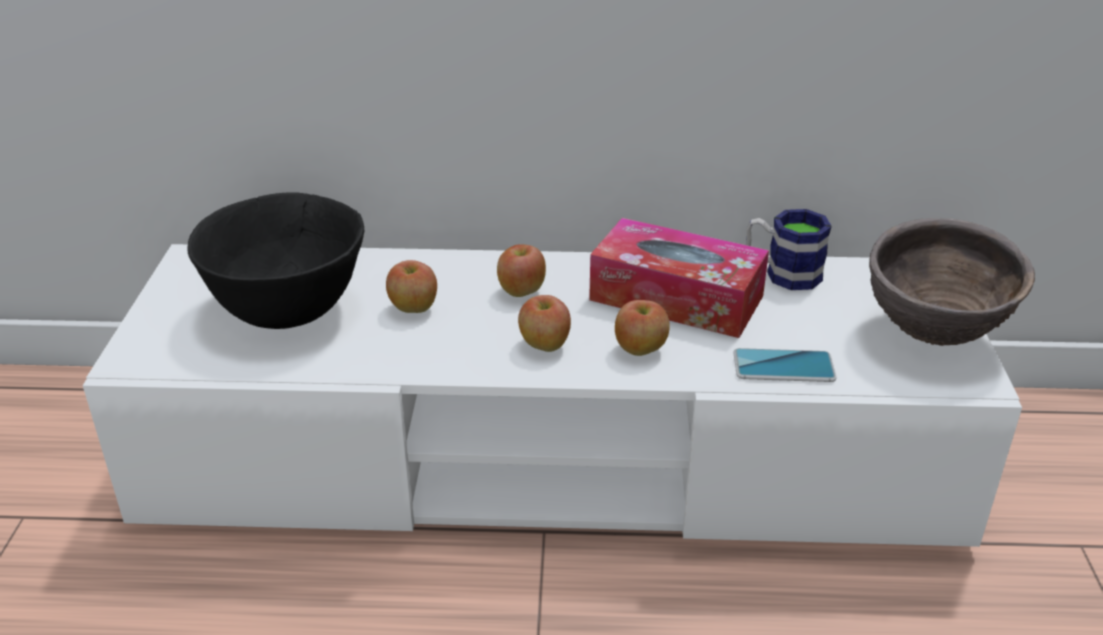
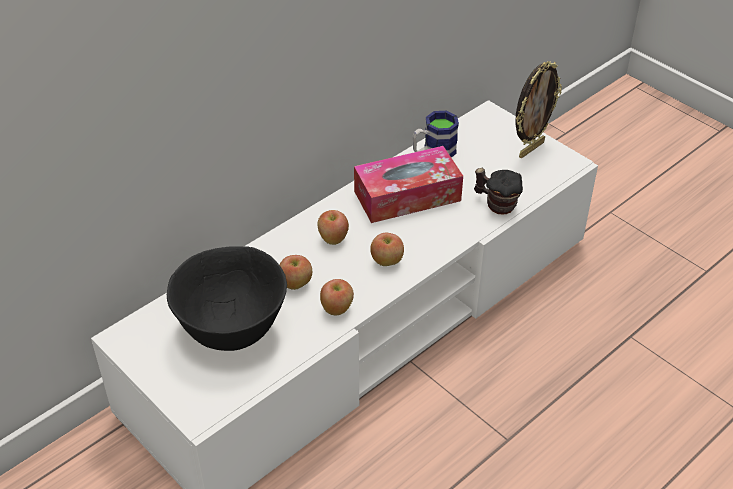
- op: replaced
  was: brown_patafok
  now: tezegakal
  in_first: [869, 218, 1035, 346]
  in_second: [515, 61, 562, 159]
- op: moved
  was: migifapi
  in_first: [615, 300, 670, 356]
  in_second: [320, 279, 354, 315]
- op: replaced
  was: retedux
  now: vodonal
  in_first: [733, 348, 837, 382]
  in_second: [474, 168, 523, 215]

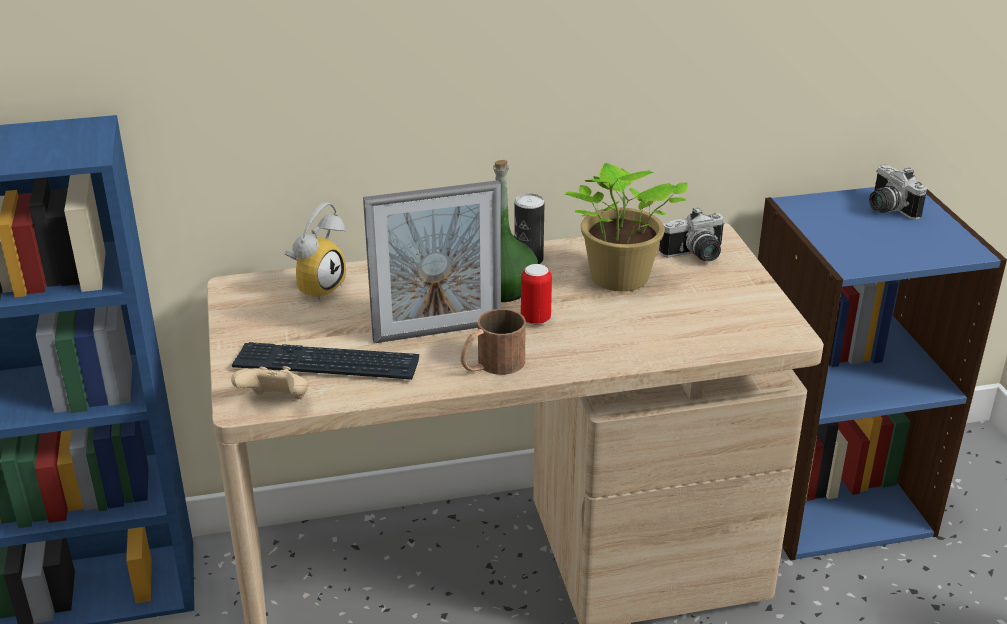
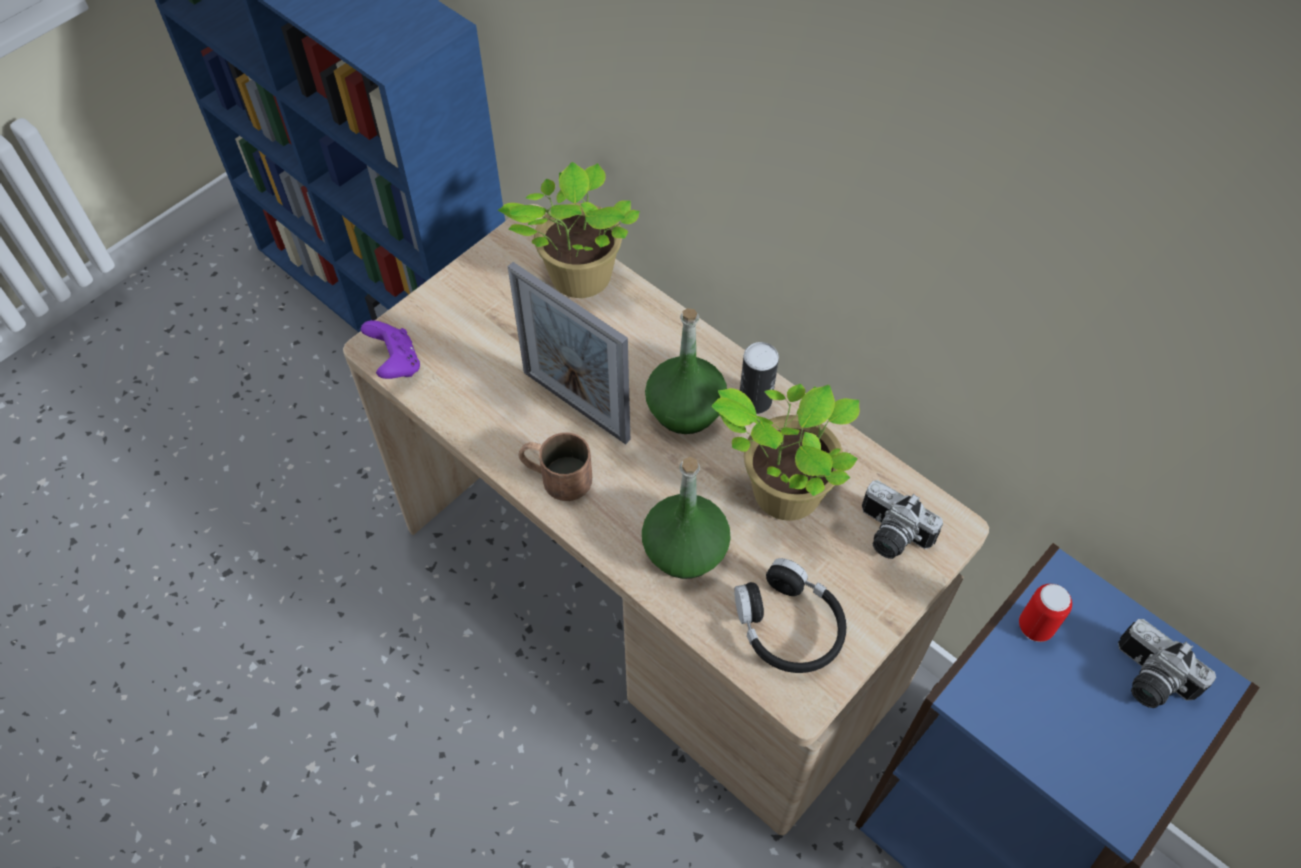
- op: turned
  was: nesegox
  in_first: [869, 164, 927, 220]
  in_second: [1118, 619, 1216, 708]
  clockwise: -75
- op: replaced
  was: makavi
  now: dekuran
  in_first: [285, 202, 346, 302]
  in_second: [498, 162, 640, 298]
- op: moved
  was: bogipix
  in_first: [521, 264, 552, 325]
  in_second: [1019, 584, 1072, 642]
- op: removed
  was: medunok
  in_first: [232, 342, 419, 380]
- op: recoloured
  was: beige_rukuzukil
  now: purple_rukuzukil
  in_first: [231, 366, 308, 400]
  in_second: [361, 320, 420, 379]
- op: added
  now: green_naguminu
  in_second: [642, 456, 731, 579]
- op: added
  now: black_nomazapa
  in_second: [734, 558, 846, 673]

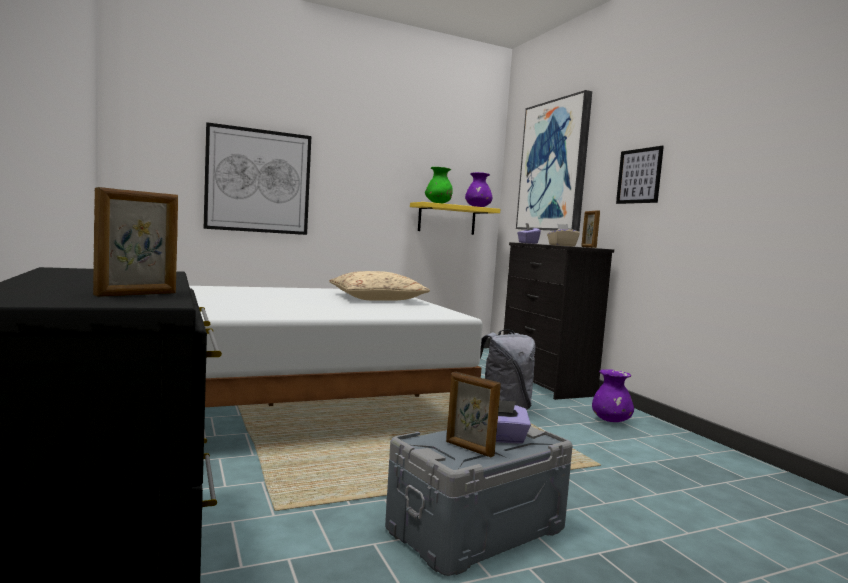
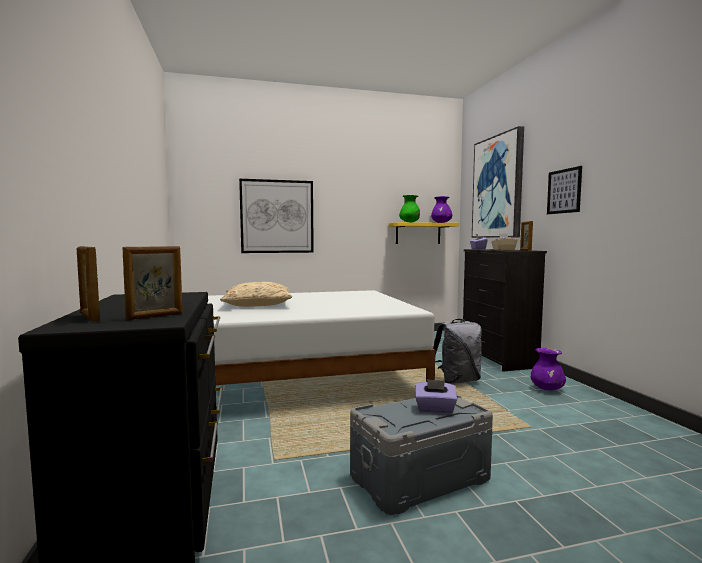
- op: moved
  was: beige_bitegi
  in_first: [329, 271, 430, 301]
  in_second: [220, 282, 292, 307]
- op: moved
  was: tezegakal
  in_first: [446, 372, 501, 457]
  in_second: [77, 246, 100, 322]

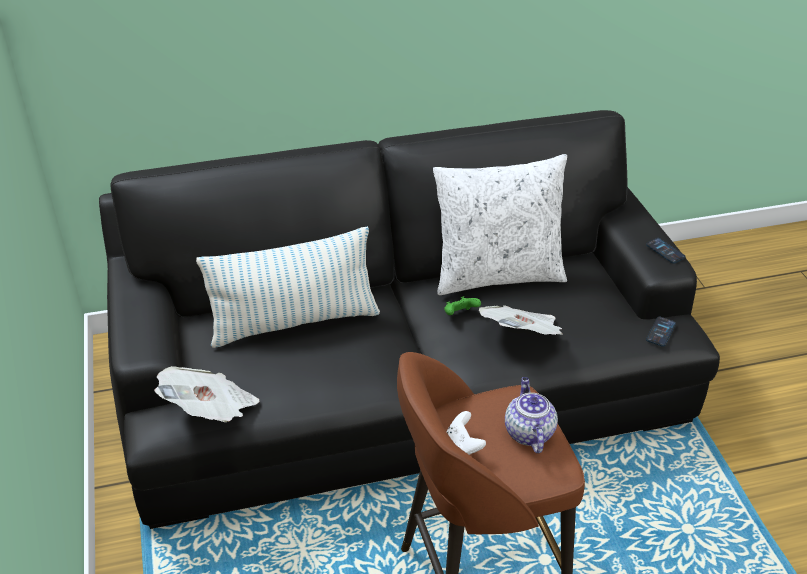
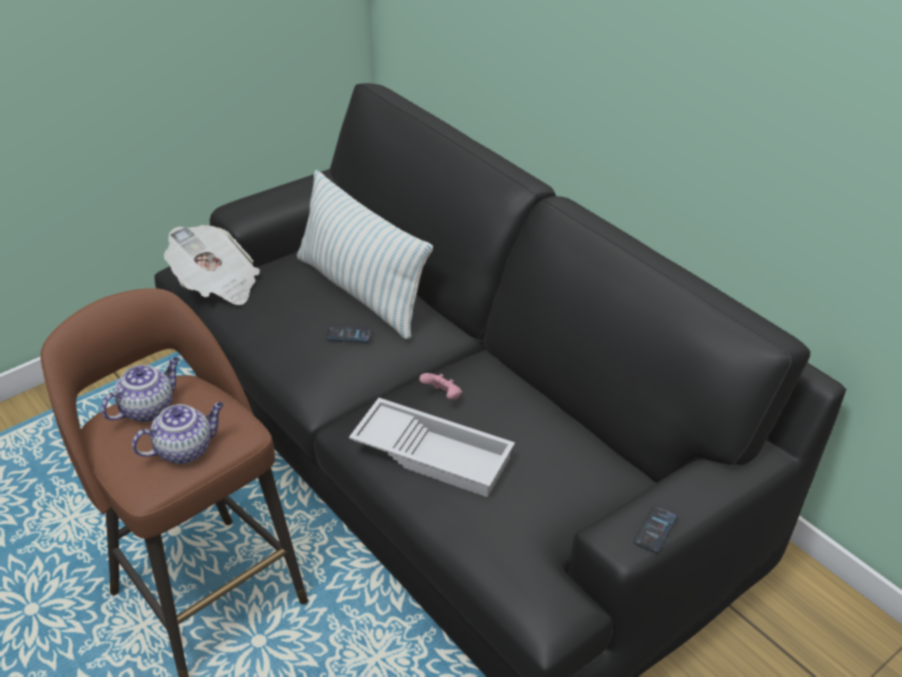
- op: removed
  was: white_bitegi
  in_first: [433, 154, 567, 295]
- op: recoloured
  was: green_rukuzukil
  now: pink_rukuzukil
  in_first: [444, 296, 481, 315]
  in_second: [419, 373, 462, 400]
- op: replaced
  was: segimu
  now: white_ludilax
  in_first: [479, 305, 563, 335]
  in_second: [349, 398, 515, 497]
- op: moved
  was: retedux
  in_first: [646, 316, 676, 347]
  in_second: [326, 326, 372, 343]
- op: replaced
  was: white_rukuzukil
  now: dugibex
  in_first: [446, 411, 486, 455]
  in_second: [101, 357, 180, 422]

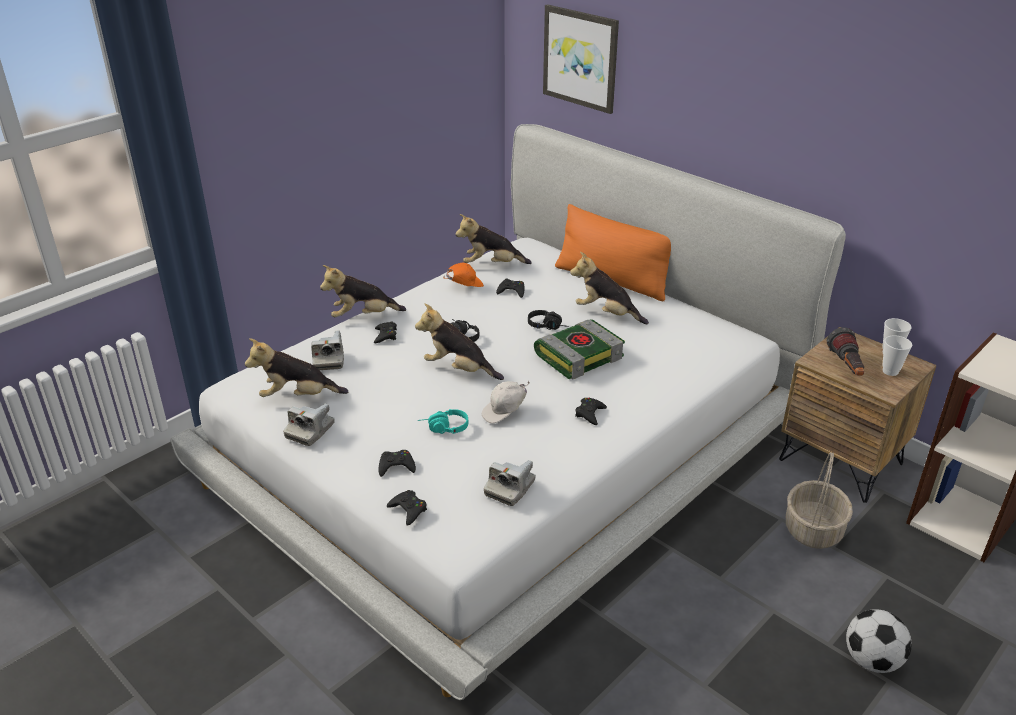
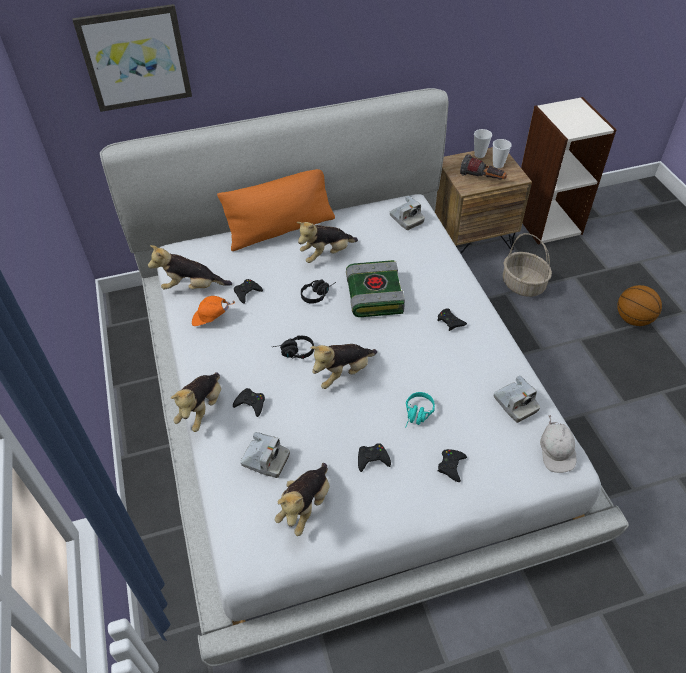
- op: turned
  was: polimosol
  in_first: [456, 214, 532, 264]
  in_second: [148, 245, 232, 290]
  clockwise: 60
- op: turned
  was: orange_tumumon
  in_first: [444, 263, 484, 287]
  in_second: [192, 296, 235, 326]
  clockwise: -90
- op: moved
  was: white_tumumon
  in_first: [482, 380, 530, 423]
  in_second: [540, 415, 576, 473]
- op: moved
  was: nesegox
  in_first: [283, 404, 335, 446]
  in_second: [390, 195, 425, 230]
- op: moved
  was: black_rukuzukil
  in_first: [387, 490, 427, 526]
  in_second: [358, 443, 391, 472]
- op: replaced
  was: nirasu
  now: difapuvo
  in_first: [846, 609, 912, 673]
  in_second: [617, 285, 662, 326]

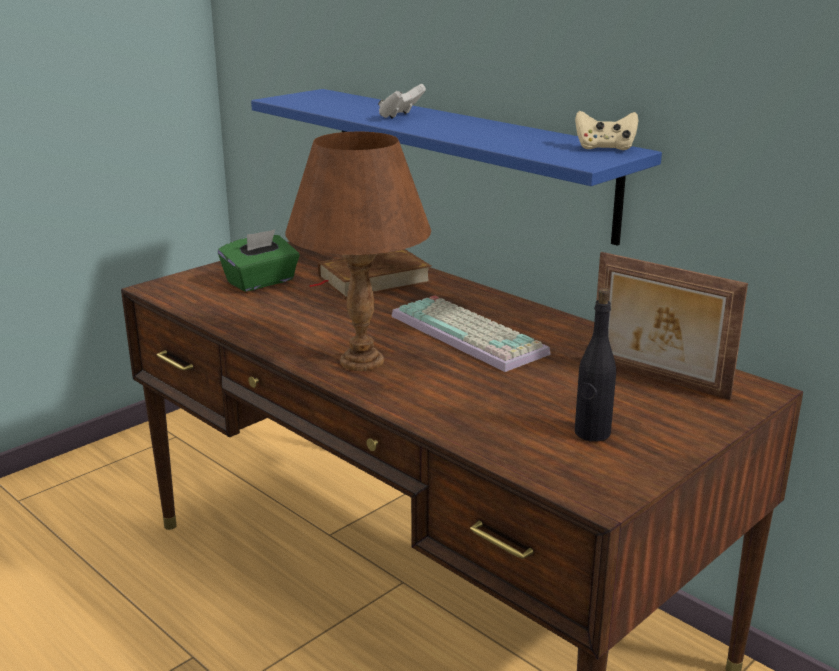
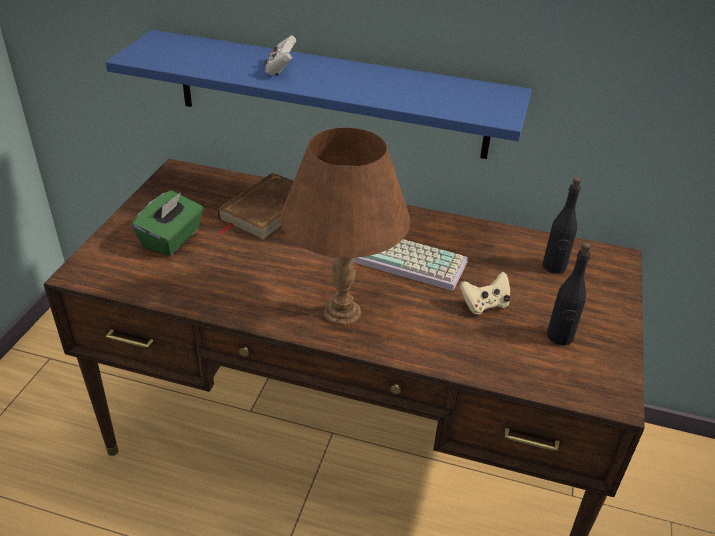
- op: moved
  was: beige_rukuzukil
  in_first: [575, 111, 639, 150]
  in_second: [460, 272, 510, 314]
- op: replaced
  was: tezegakal
  now: black_naguminu
  in_first: [596, 252, 748, 400]
  in_second: [542, 177, 581, 274]

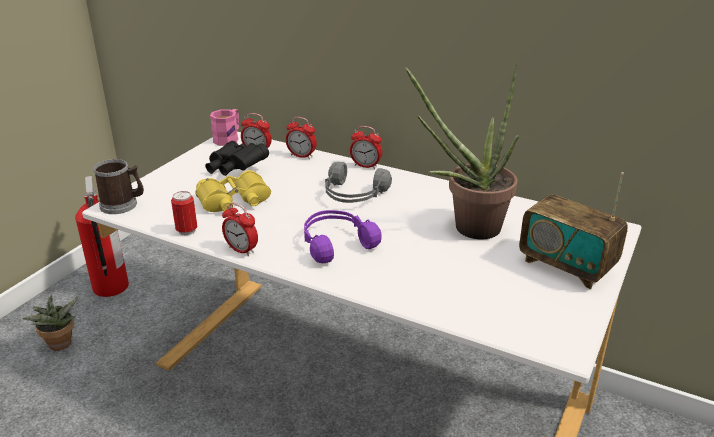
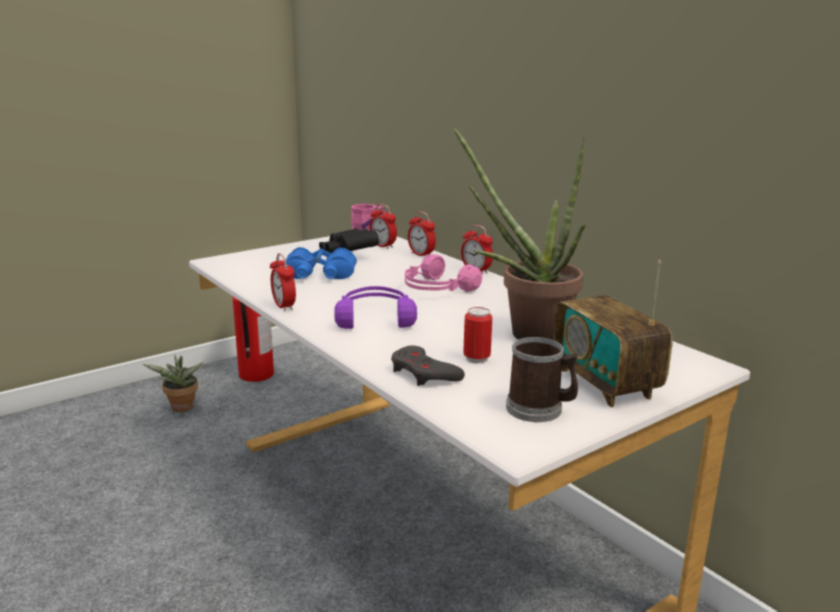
- op: moved
  was: vodonal
  in_first: [93, 159, 144, 214]
  in_second: [506, 337, 578, 422]
- op: recoloured
  was: grey_nomazapa
  now: pink_nomazapa
  in_first: [325, 162, 392, 203]
  in_second: [405, 254, 482, 293]
- op: recoloured
  was: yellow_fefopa
  now: blue_fefopa
  in_first: [195, 170, 271, 212]
  in_second: [286, 247, 357, 279]
- op: moved
  was: bogipix
  in_first: [171, 191, 197, 235]
  in_second: [463, 307, 492, 363]
- op: added
  now: grey_rukuzukil
  in_second: [391, 345, 465, 386]

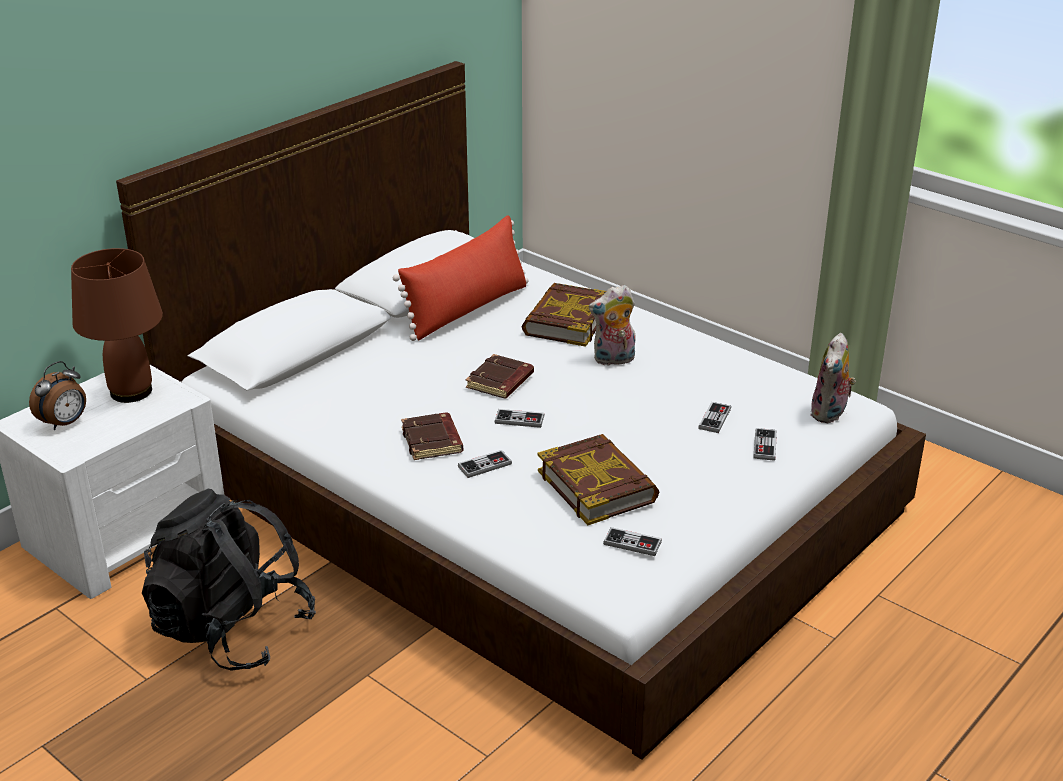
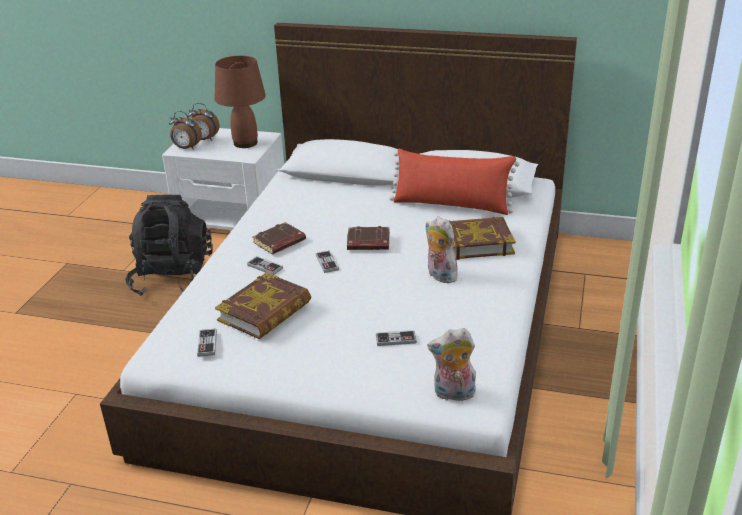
- op: removed
  was: rukuzukil
  in_first: [753, 428, 777, 461]
- op: added
  now: makavi
  in_second: [169, 111, 202, 150]

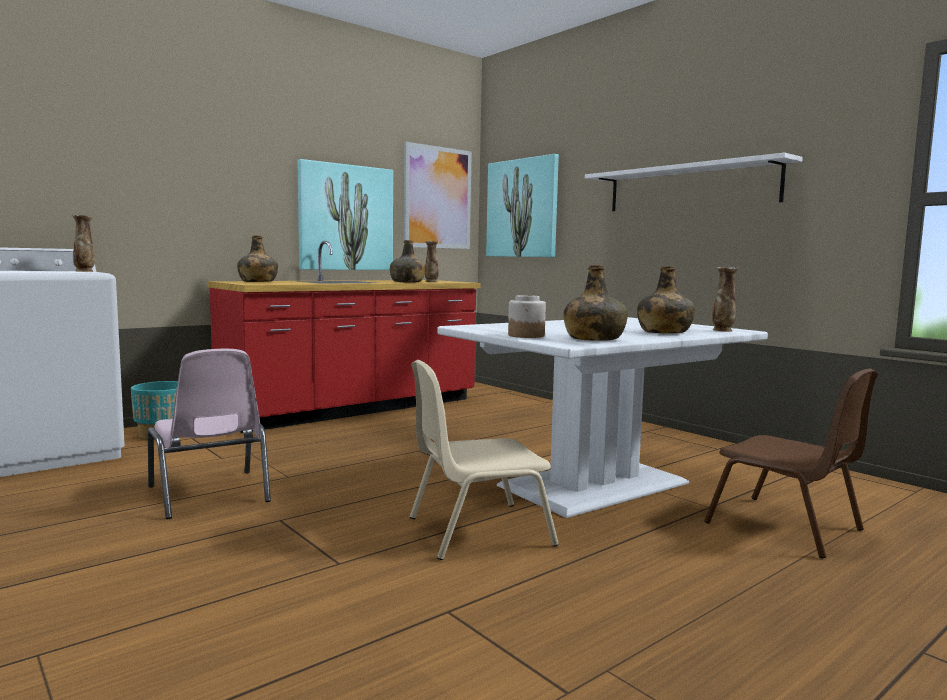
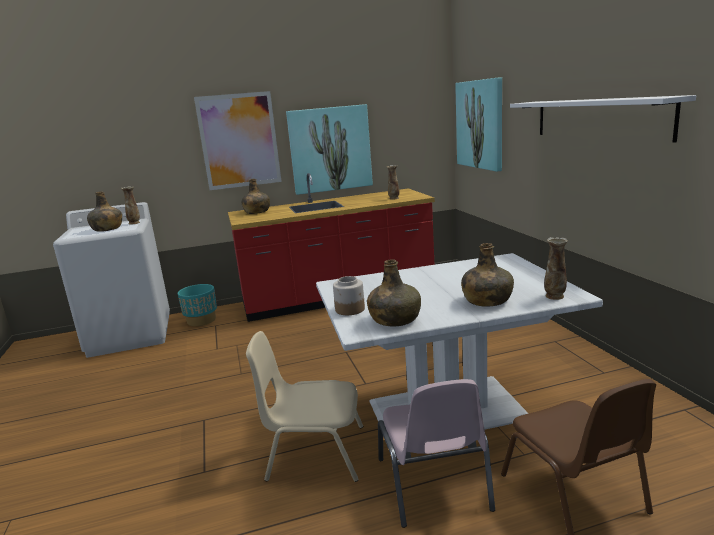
- op: moved
  was: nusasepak
  in_first: [404, 142, 472, 249]
  in_second: [194, 91, 282, 190]
- op: moved
  was: green_naguminu
  in_first: [390, 240, 425, 283]
  in_second: [87, 192, 122, 232]
- op: moved
  was: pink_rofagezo
  in_first: [148, 349, 271, 519]
  in_second: [378, 379, 495, 528]

